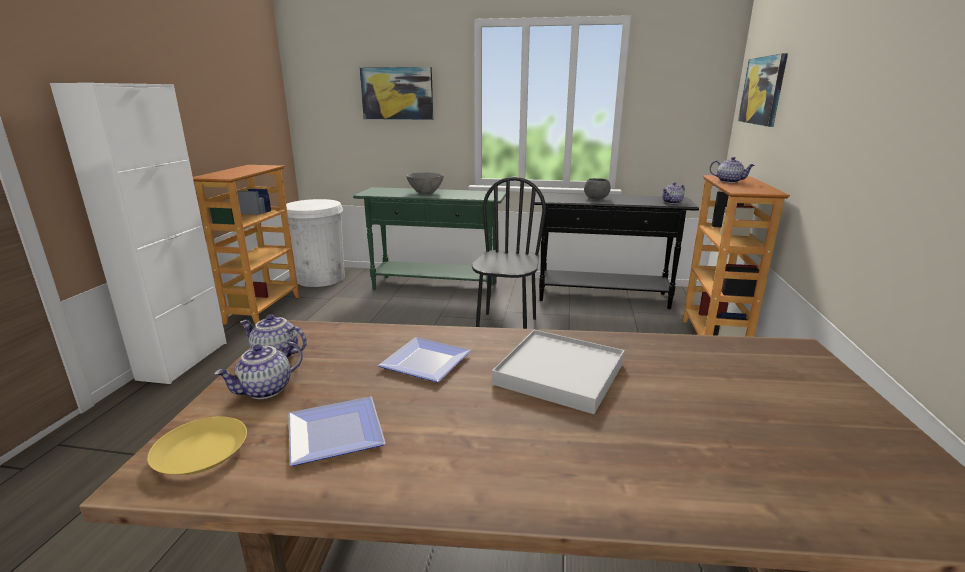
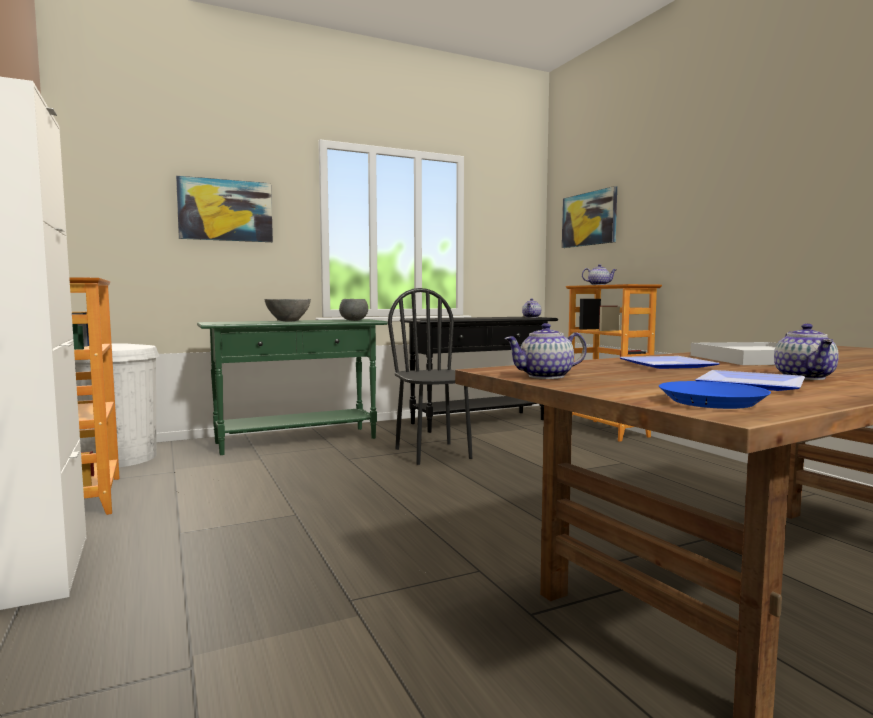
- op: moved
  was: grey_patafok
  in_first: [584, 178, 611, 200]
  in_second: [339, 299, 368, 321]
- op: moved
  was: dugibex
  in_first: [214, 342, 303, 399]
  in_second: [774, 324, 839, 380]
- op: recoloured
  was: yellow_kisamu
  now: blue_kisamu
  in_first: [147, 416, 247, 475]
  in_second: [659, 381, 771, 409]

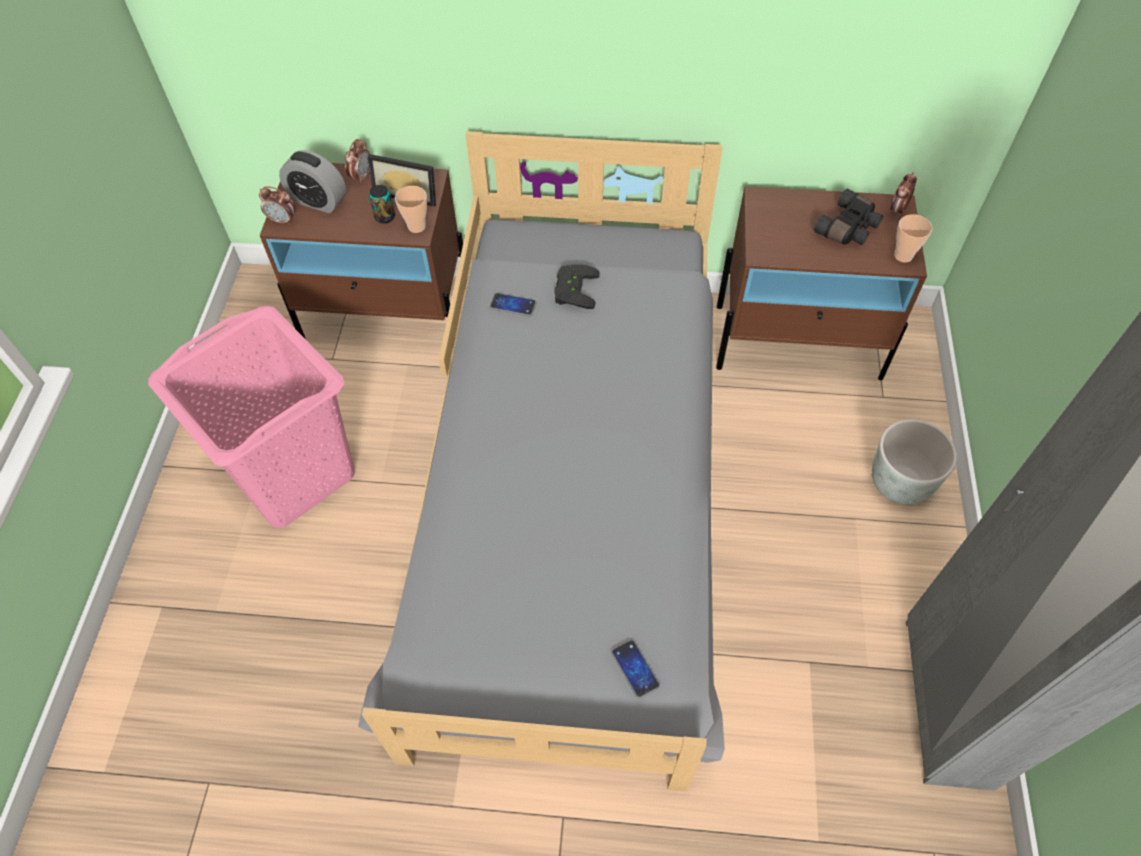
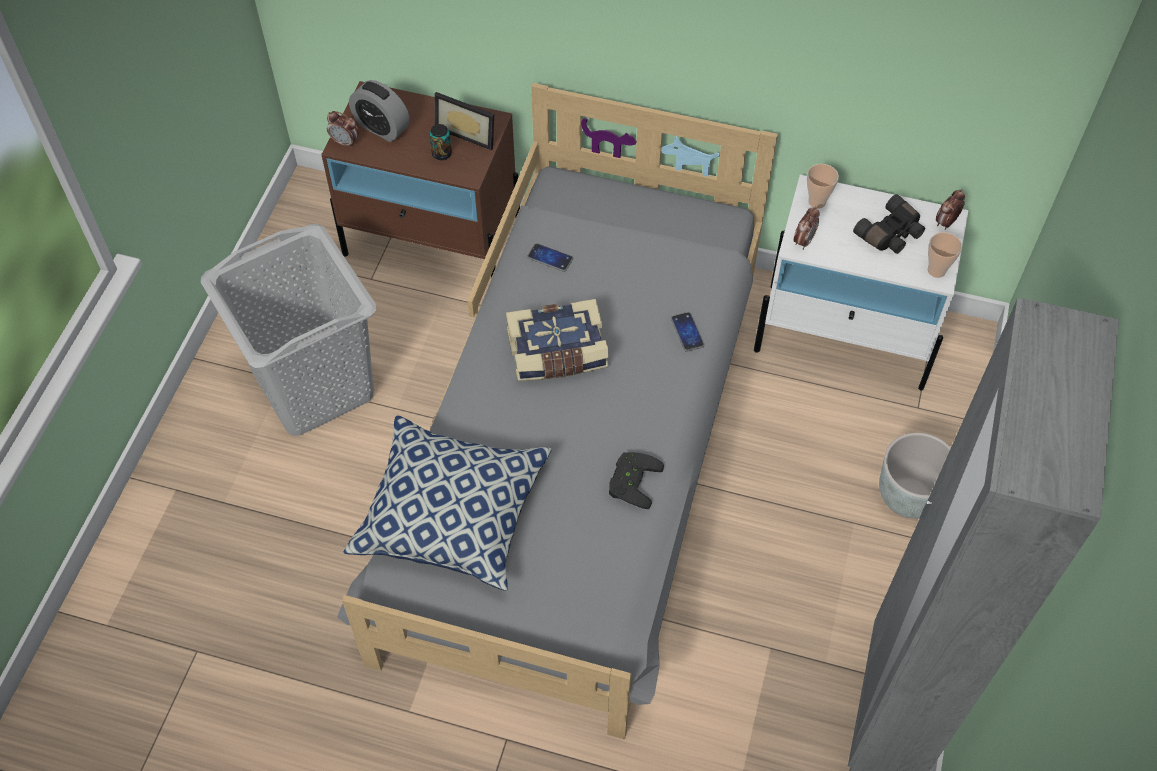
- op: moved
  was: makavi
  in_first: [345, 138, 370, 184]
  in_second: [793, 206, 820, 250]
- op: moved
  was: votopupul
  in_first: [395, 186, 427, 233]
  in_second: [807, 164, 839, 209]
- op: recoloured
  was: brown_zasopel
  now: white_zasopel
  in_first: [716, 186, 927, 380]
  in_second: [754, 175, 969, 390]
- op: moved
  was: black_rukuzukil
  in_first: [554, 264, 600, 309]
  in_second: [609, 452, 664, 509]
- op: recoloured
  was: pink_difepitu
  now: grey_difepitu
  in_first: [148, 306, 355, 528]
  in_second: [201, 224, 376, 436]
- op: moved
  was: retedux
  in_first: [611, 640, 660, 699]
  in_second: [671, 312, 704, 352]
- op: added
  now: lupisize
  in_second: [506, 299, 609, 381]
- op: added
  now: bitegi
  in_second: [344, 415, 551, 591]

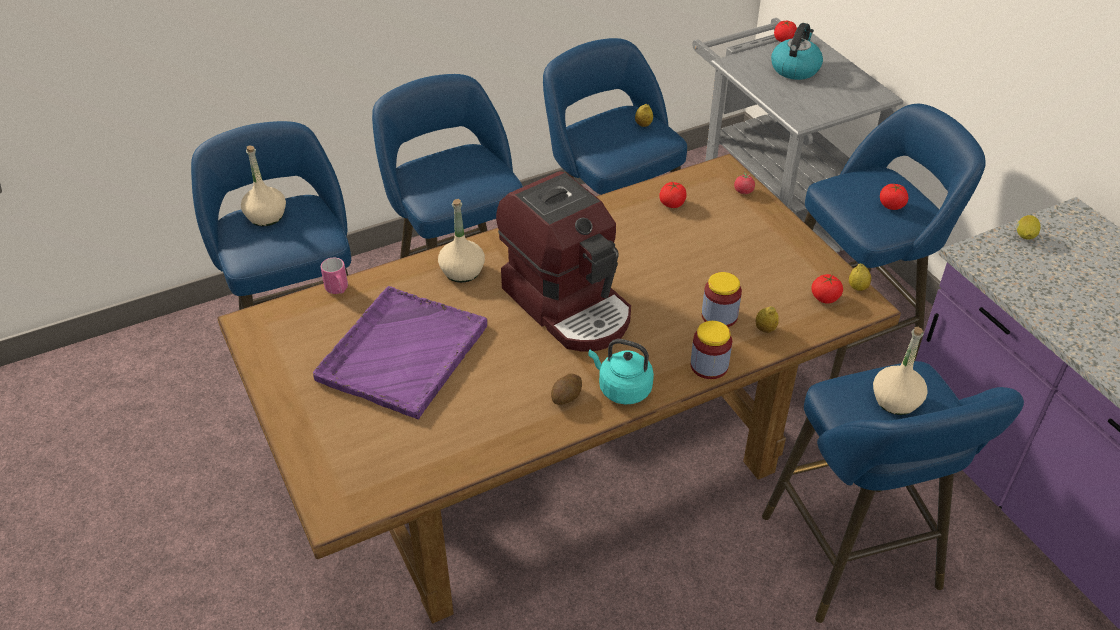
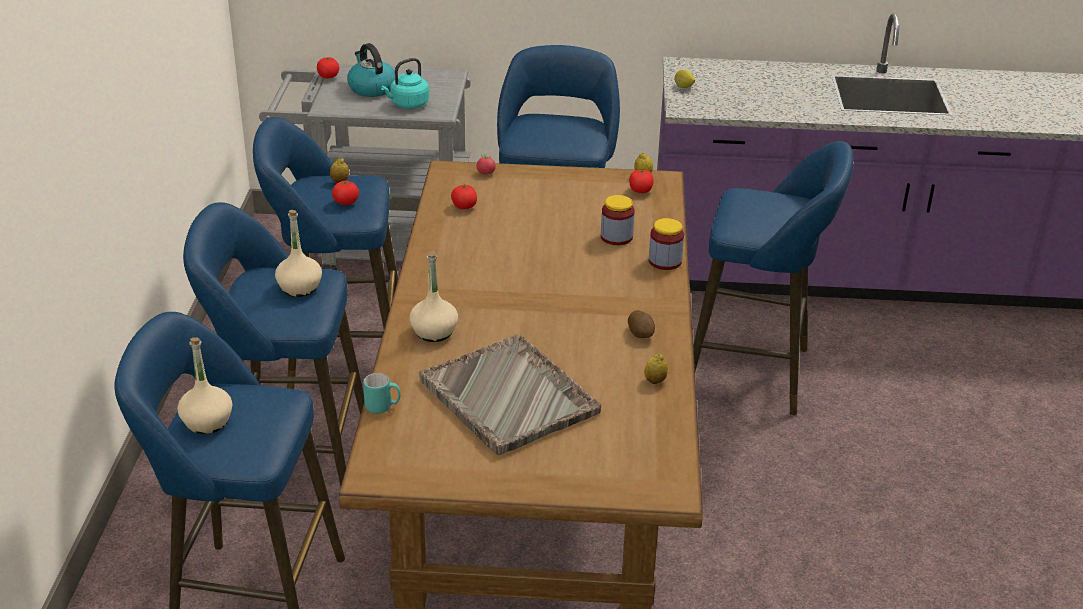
- op: removed
  was: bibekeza
  in_first: [496, 171, 631, 351]
- op: moved
  was: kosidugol
  in_first: [880, 184, 908, 210]
  in_second: [332, 181, 359, 205]
- op: recoloured
  was: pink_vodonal
  now: turquoise_vodonal
  in_first: [321, 258, 348, 294]
  in_second: [363, 373, 401, 414]
- op: recoloured
  was: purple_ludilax
  now: grey_ludilax
  in_first: [313, 286, 487, 419]
  in_second: [419, 334, 601, 455]
- op: moved
  was: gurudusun
  in_first: [756, 306, 779, 333]
  in_second: [644, 354, 668, 384]
- op: moved
  was: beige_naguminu
  in_first: [873, 327, 928, 415]
  in_second: [275, 210, 322, 297]
- op: moved
  was: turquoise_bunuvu
  in_first: [588, 339, 654, 404]
  in_second: [381, 58, 429, 109]

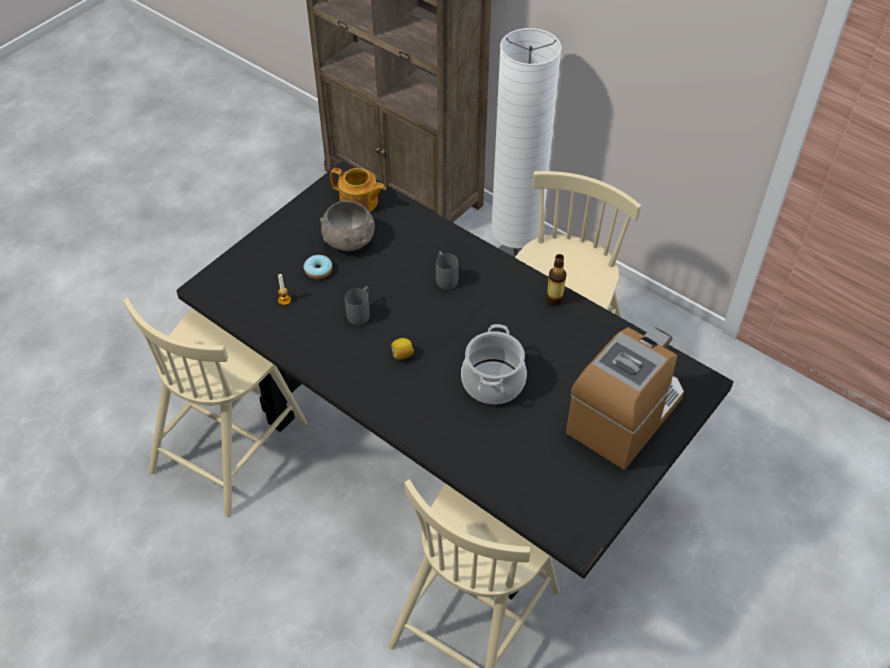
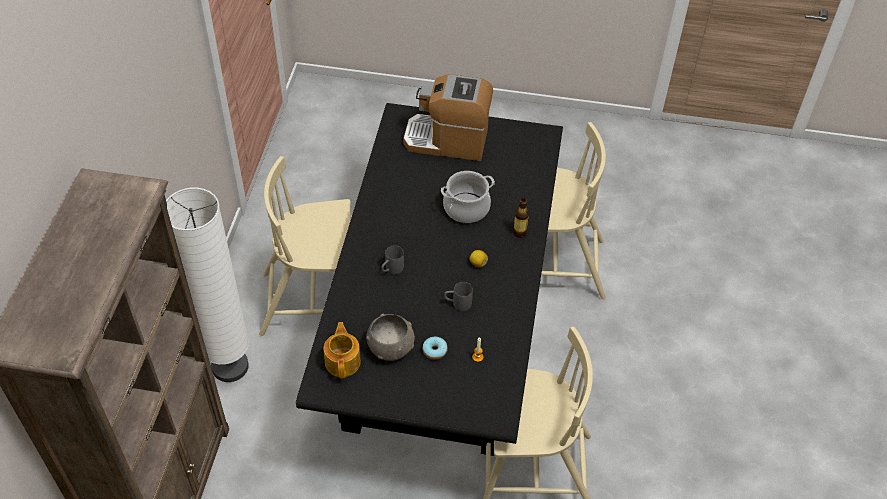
- op: moved
  was: naguminu
  in_first: [546, 254, 566, 306]
  in_second: [513, 198, 529, 238]

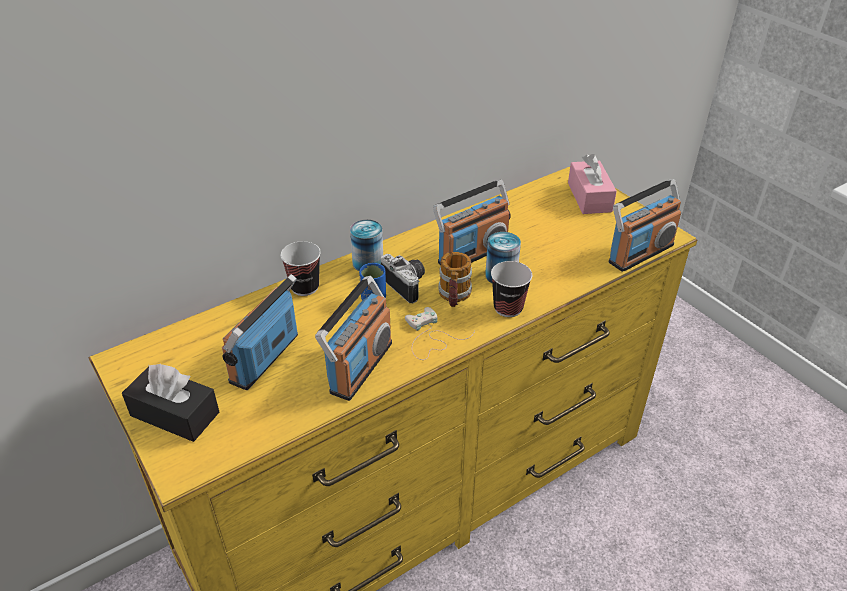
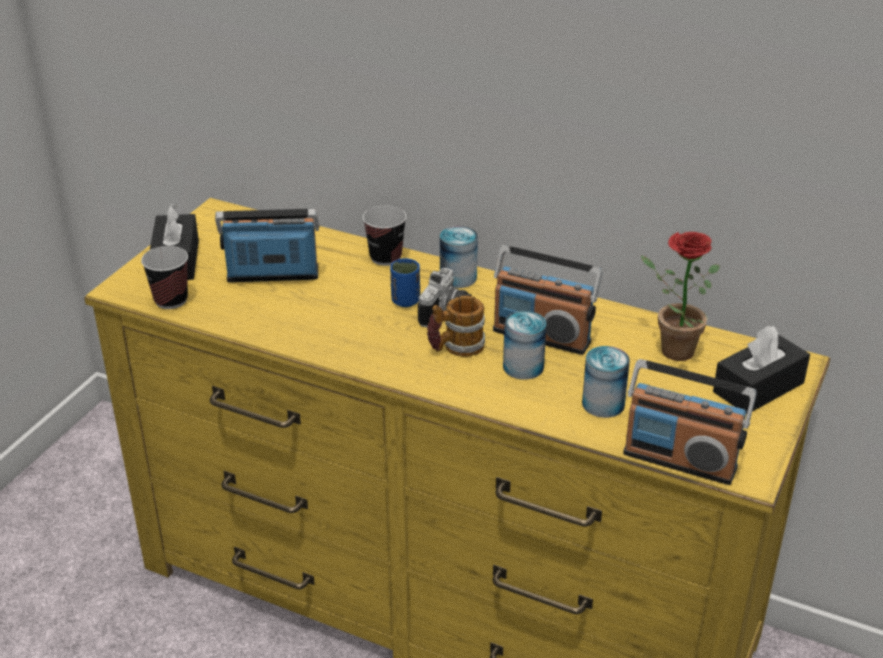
- op: recoloured
  was: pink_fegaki
  now: black_fegaki
  in_first: [568, 154, 617, 214]
  in_second: [713, 325, 810, 415]
- op: moved
  was: votopupul
  in_first: [491, 261, 532, 317]
  in_second: [141, 246, 188, 309]
- op: removed
  was: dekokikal
  in_first: [315, 276, 392, 401]
- op: removed
  was: white_rukuzukil
  in_first: [405, 307, 475, 360]
- op: added
  now: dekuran
  in_second: [641, 232, 720, 361]
- op: added
  now: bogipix
  in_second: [582, 346, 630, 418]

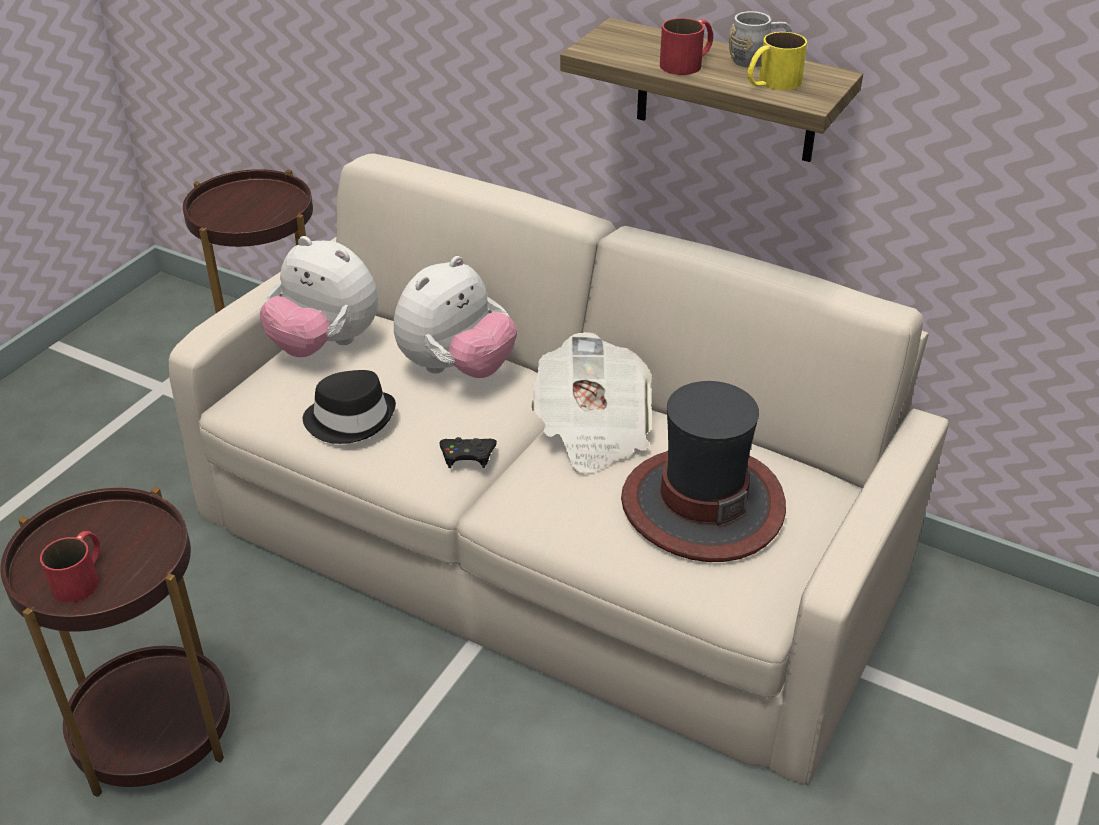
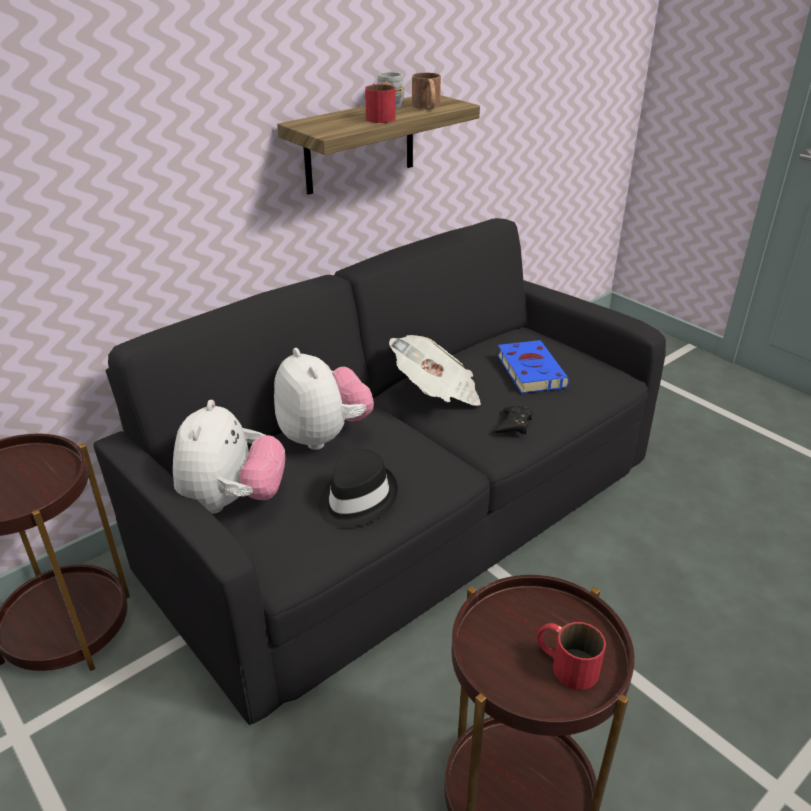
- op: recoloured
  was: yellow_vodonal
  now: brown_vodonal
  in_first: [747, 32, 807, 90]
  in_second: [412, 73, 441, 109]
- op: recoloured
  was: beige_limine
  now: black_limine
  in_first: [169, 153, 949, 786]
  in_second: [93, 218, 666, 725]
- op: turned
  was: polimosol
  in_first: [260, 236, 378, 357]
  in_second: [173, 400, 285, 514]
  clockwise: -45
- op: replaced
  was: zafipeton
  now: blue_lupisize
  in_first: [621, 381, 786, 562]
  in_second: [497, 340, 570, 393]
- op: moved
  was: black_rukuzukil
  in_first: [439, 437, 497, 468]
  in_second: [494, 406, 533, 434]

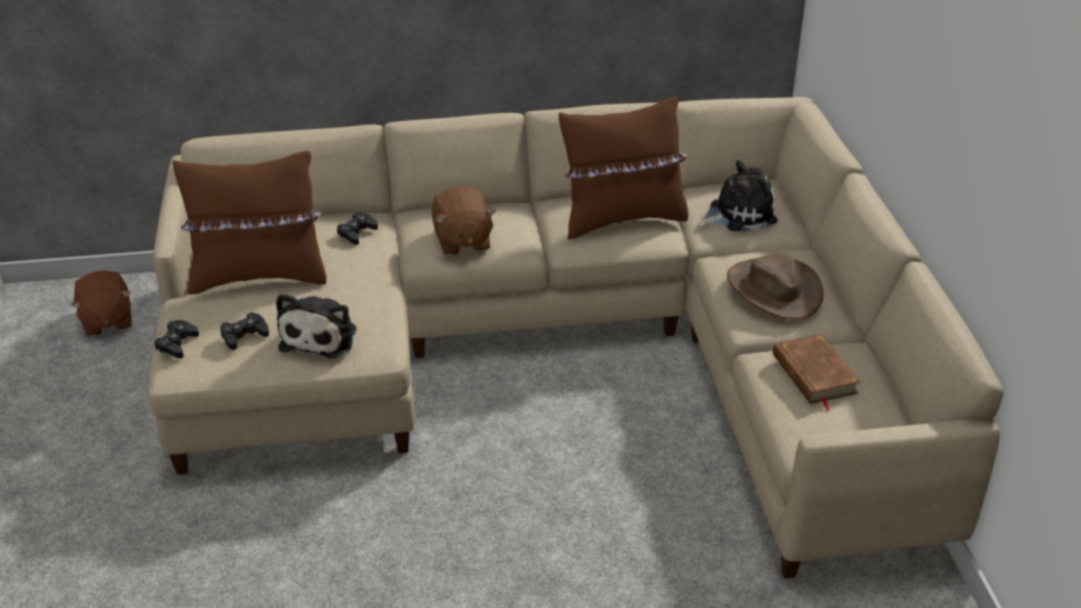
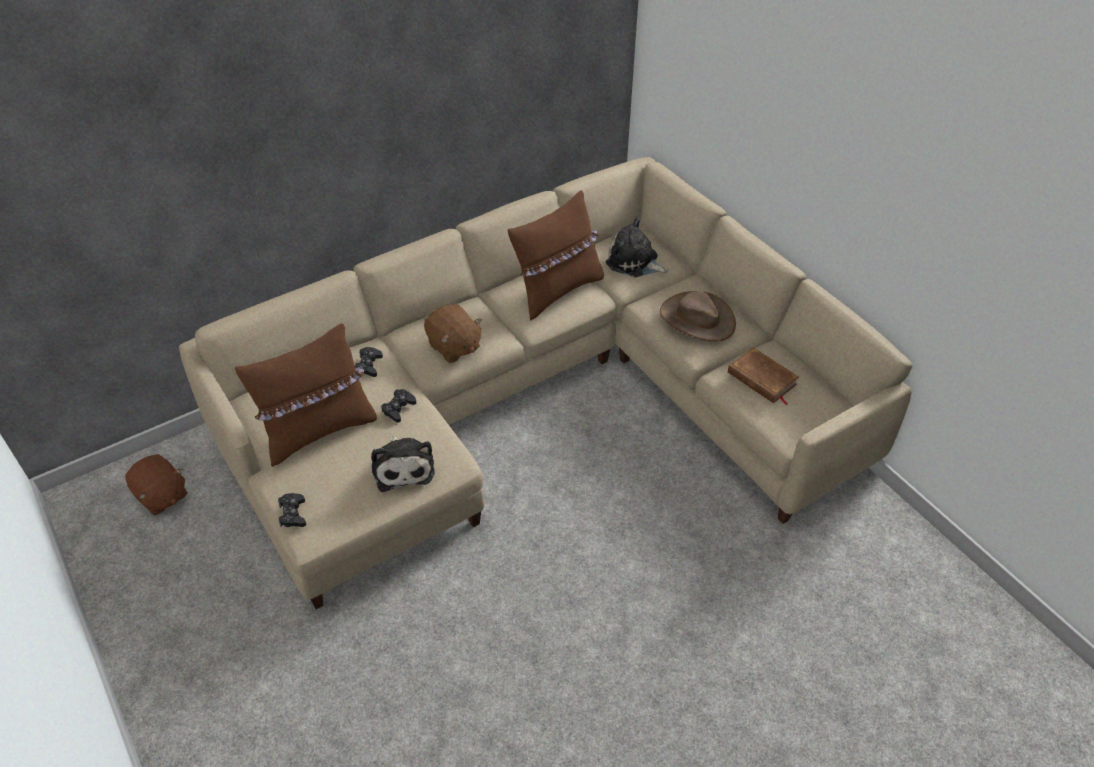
- op: turned
  was: polimosol
  in_first: [698, 160, 778, 231]
  in_second: [606, 217, 669, 277]
  clockwise: -105
- op: moved
  was: black_rukuzukil
  in_first: [220, 312, 269, 350]
  in_second: [381, 389, 416, 423]

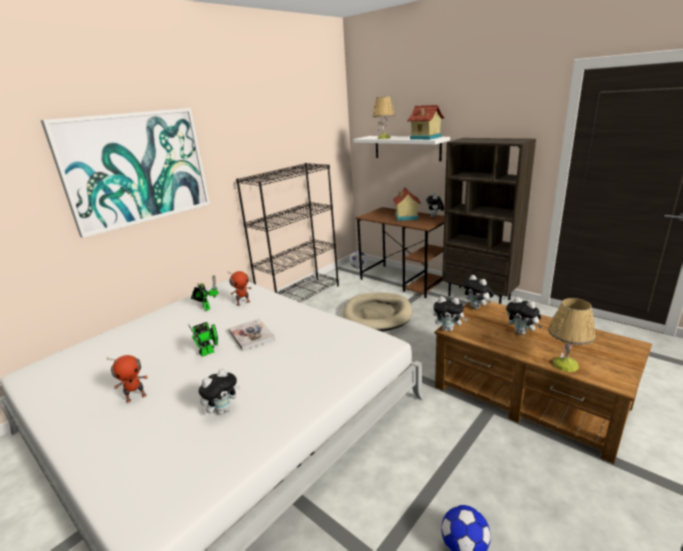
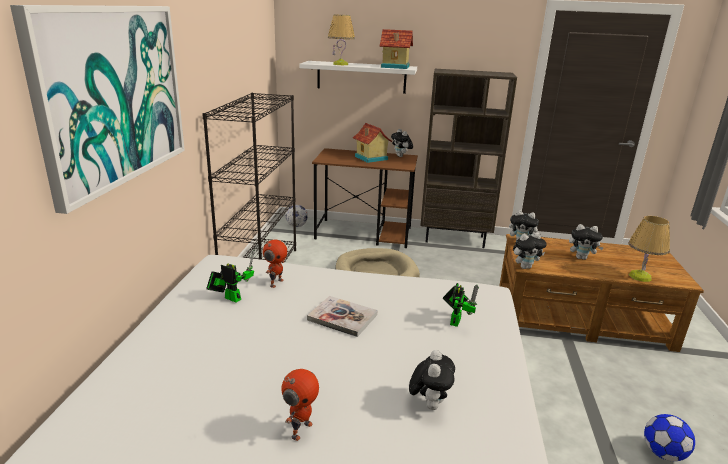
- op: moved
  was: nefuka
  in_first: [188, 322, 218, 357]
  in_second: [443, 283, 479, 327]

